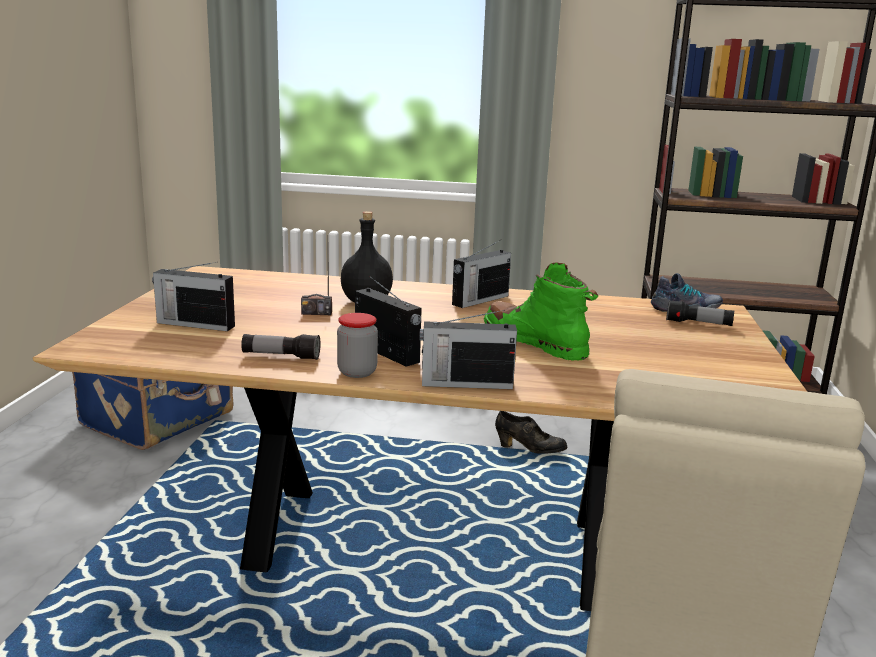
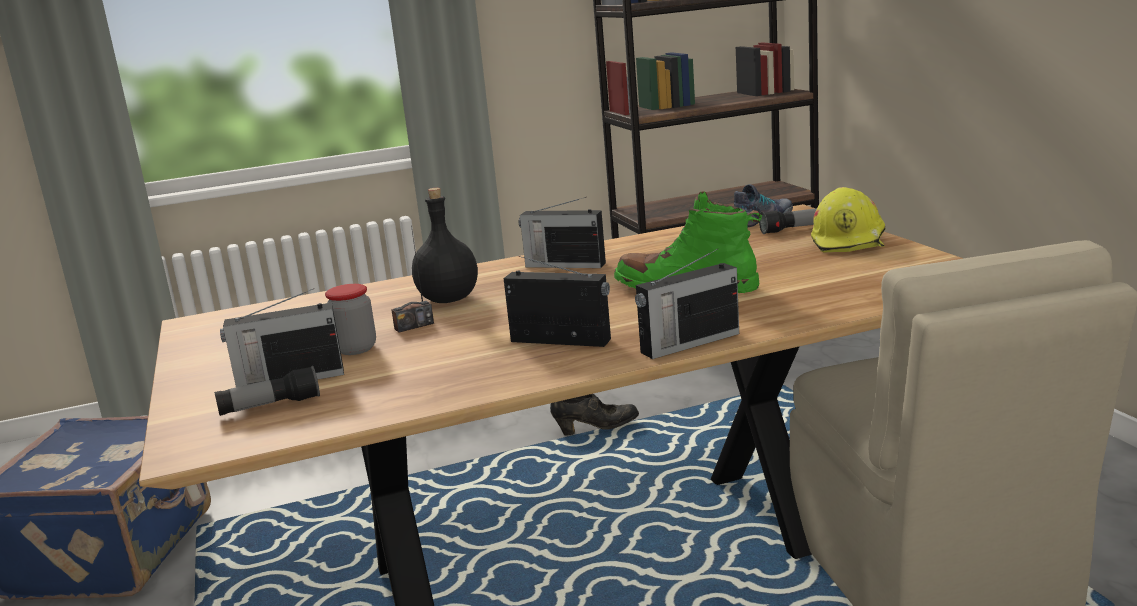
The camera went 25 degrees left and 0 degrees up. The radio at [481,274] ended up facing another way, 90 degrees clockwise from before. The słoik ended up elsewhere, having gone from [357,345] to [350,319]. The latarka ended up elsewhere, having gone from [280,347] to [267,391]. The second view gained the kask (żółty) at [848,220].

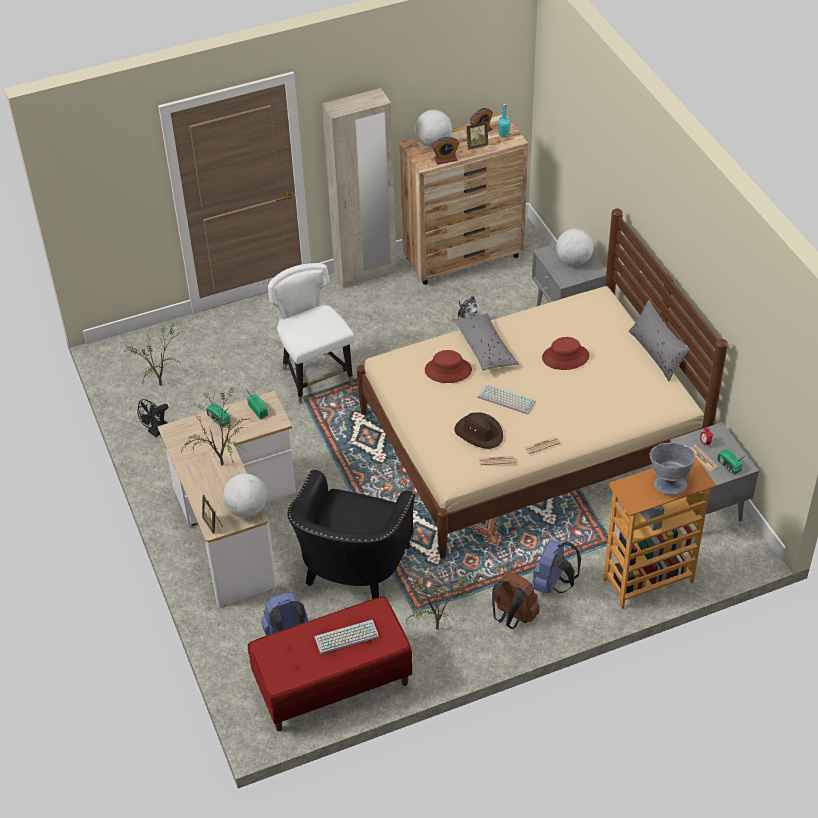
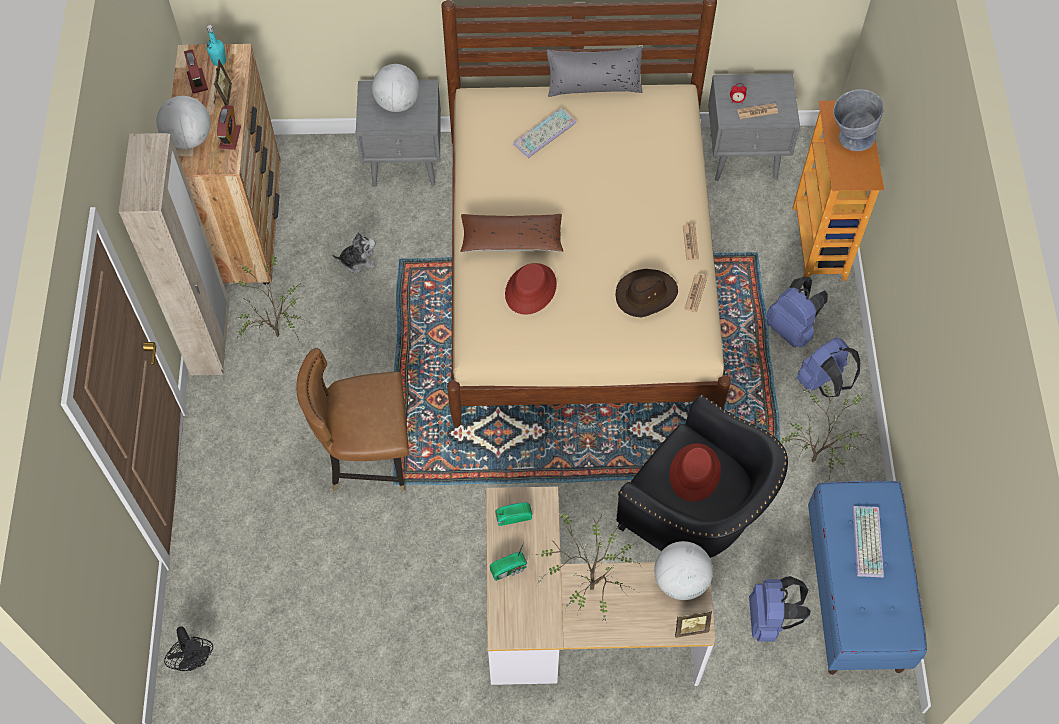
The camera went 70 degrees left and 15 degrees up. What was the krzesło (biały) at [311,333] turned into the krzesło (brązowy) at [353,419]. What was the poduszka (szary) at [485,342] turned into the poduszka (brązowy) at [511,233]. The roślina doniczkowa ended up elsewhere, having gone from [153,354] to [268,299]. The kapelusz (czerwony) ended up elsewhere, having gone from [565,353] to [695,472]. The klawiatura ended up elsewhere, having gone from [506,399] to [544,133]. The wentylator (czarny) ended up elsewhere, having gone from [152,418] to [188,648]. The second view lost the radio at [731,462]. What was the plecak (brązowy) at [515,601] turned into the plecak (niebieski) at [828,367]. What was the ławka (czerwony) at [330,663] turned into the ławka (niebieski) at [867,578].

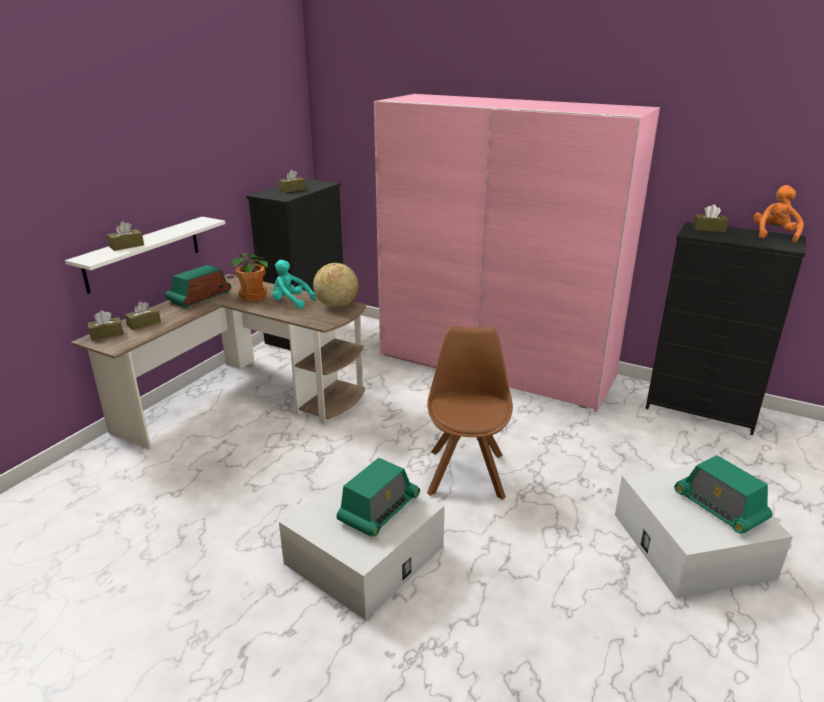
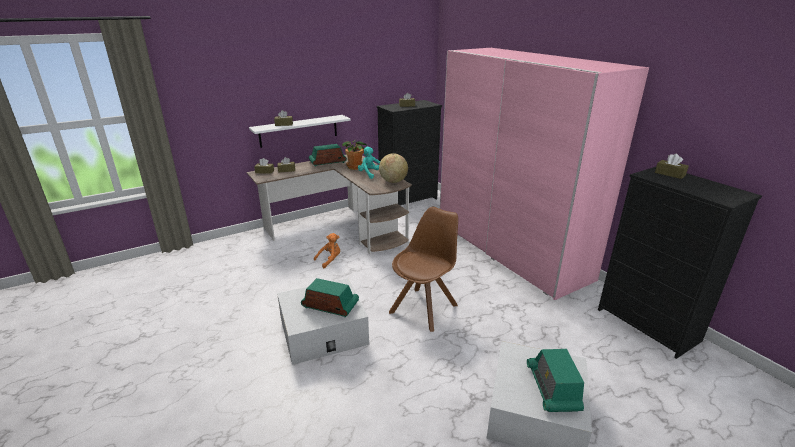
The camera went 30 degrees right and 0 degrees up. The pluszak (pomarańczowy) ended up elsewhere, having gone from [779,214] to [327,250]. The radio at [378,497] ended up facing another way, 135 degrees counterclockwise from before.

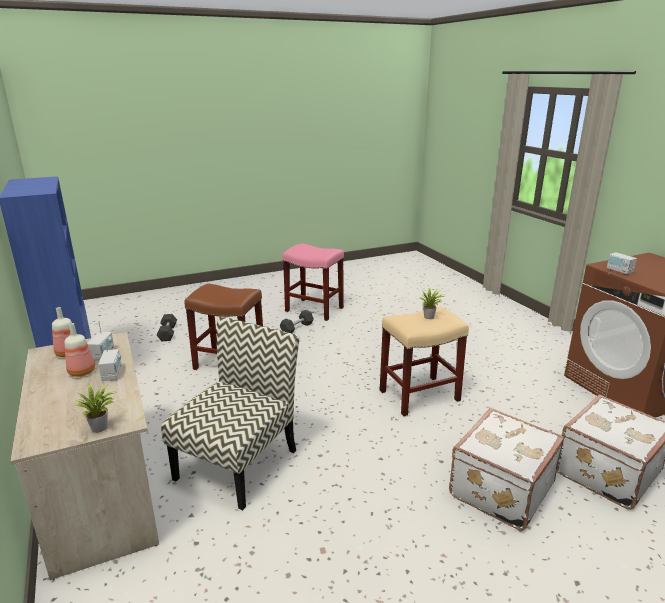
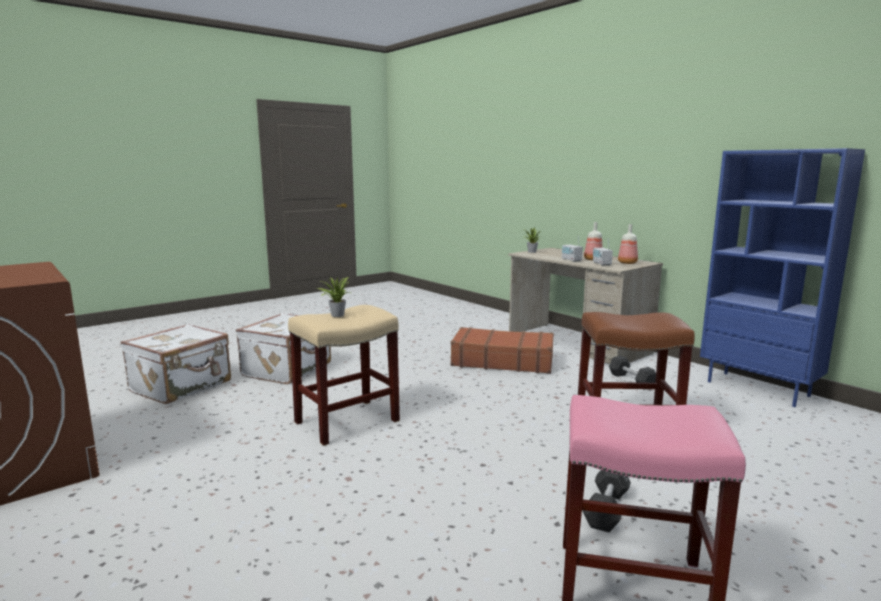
The camera went 165 degrees right and 10 degrees down. The second view lost the radio at [622,260]. The hantel (czarny) ended up elsewhere, having gone from [167,327] to [632,373]. Where the krzesło stood at [230,413], the walizka (brązowy) came to stand at [502,350].

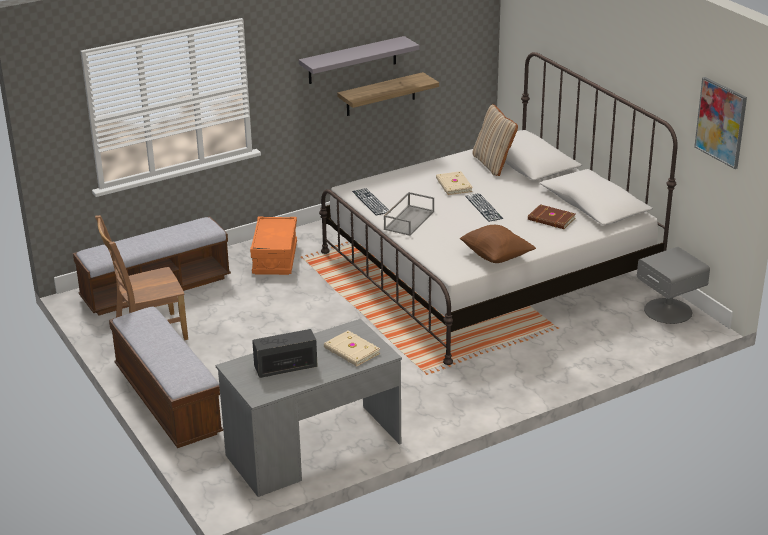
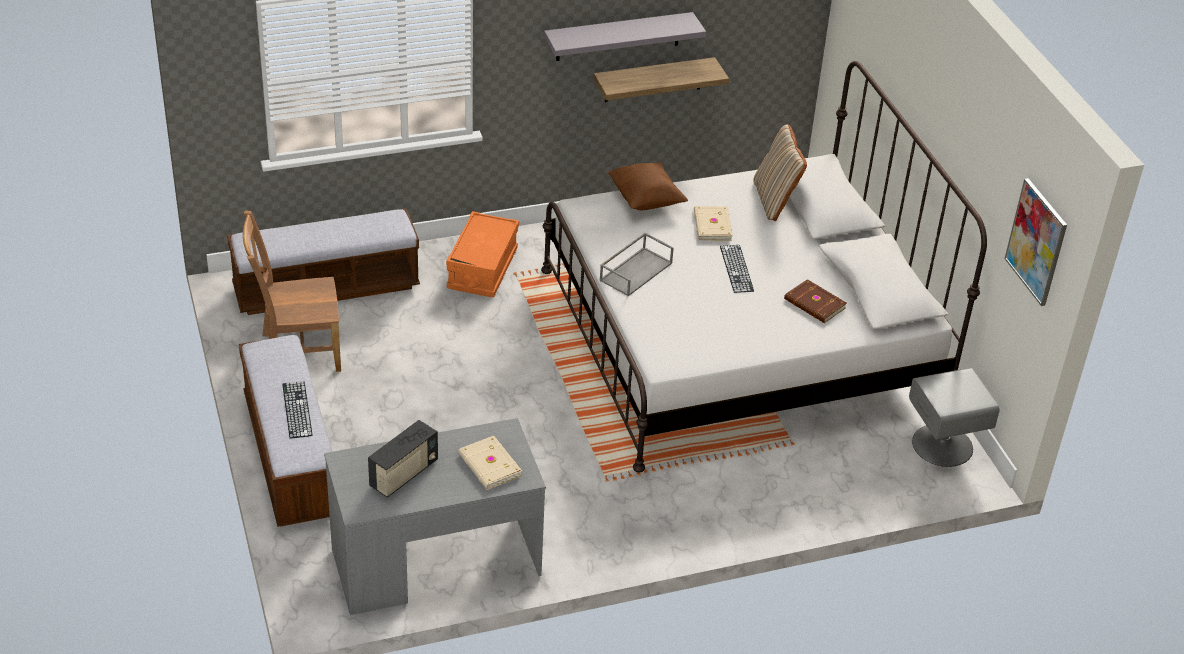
The camera went 10 degrees right and 10 degrees up. The klawiatura ended up elsewhere, having gone from [370,202] to [297,410]. The poduszka (brązowy) ended up elsewhere, having gone from [497,244] to [648,186]. The radio at [285,353] ended up facing another way, 135 degrees clockwise from before.

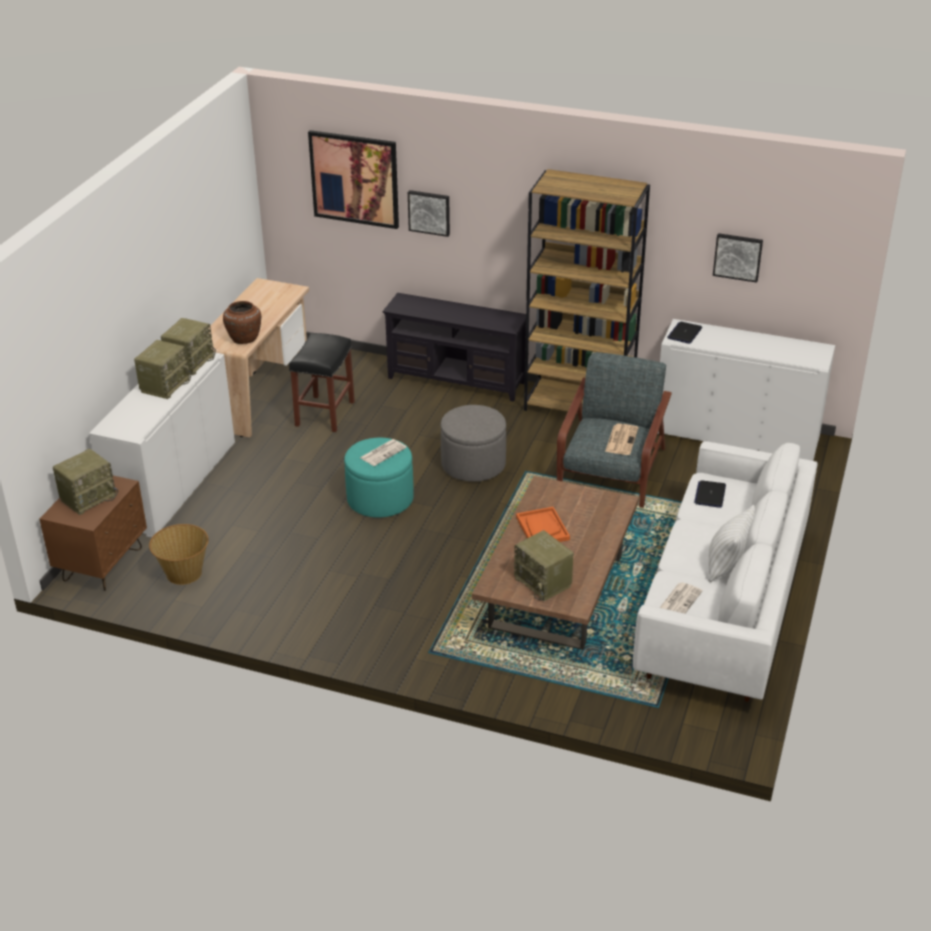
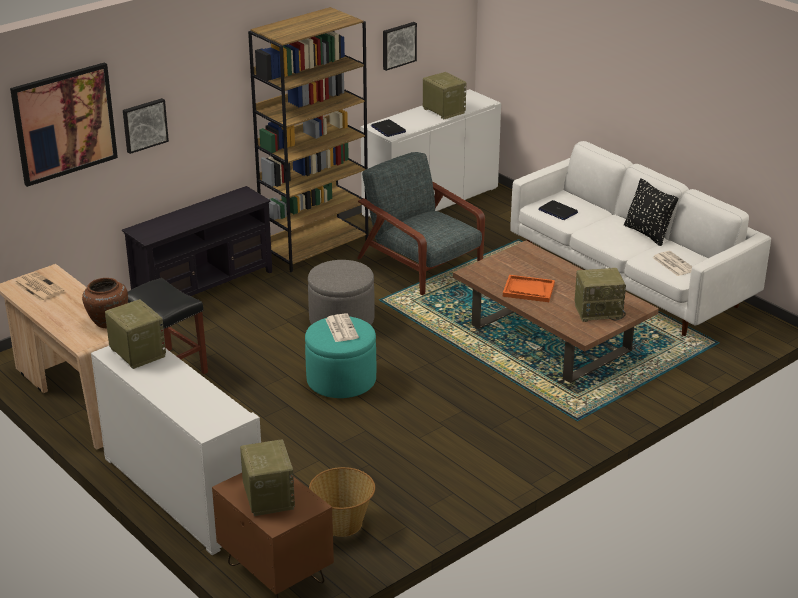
The camera went 60 degrees left and 5 degrees down. The radio ended up elsewhere, having gone from [163,369] to [444,95]. The gazeta ended up elsewhere, having gone from [622,439] to [39,287]. What was the poduszka (biały) at [731,543] turned into the poduszka (czarny) at [651,212].

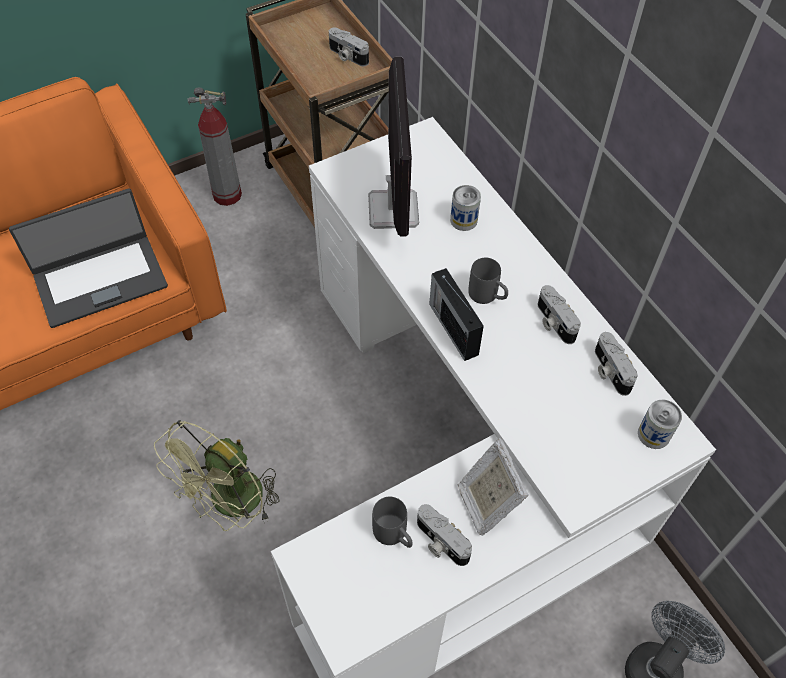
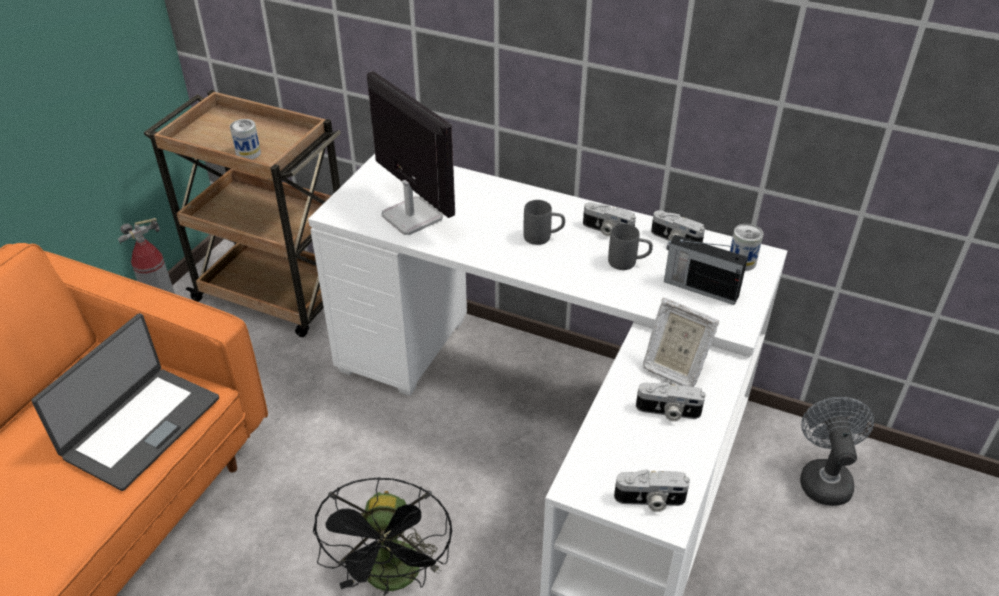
The camera went 35 degrees left and 15 degrees down. The aparat fotograficzny ended up elsewhere, having gone from [349,47] to [652,490]. The puszka ended up elsewhere, having gone from [465,208] to [245,139]. The radio ended up elsewhere, having gone from [456,314] to [706,270]. What was the wentylator (zielony) at [217,475] turned into the wentylator (czarny) at [382,536]. The kubek (szary) ended up elsewhere, having gone from [392,522] to [630,247].

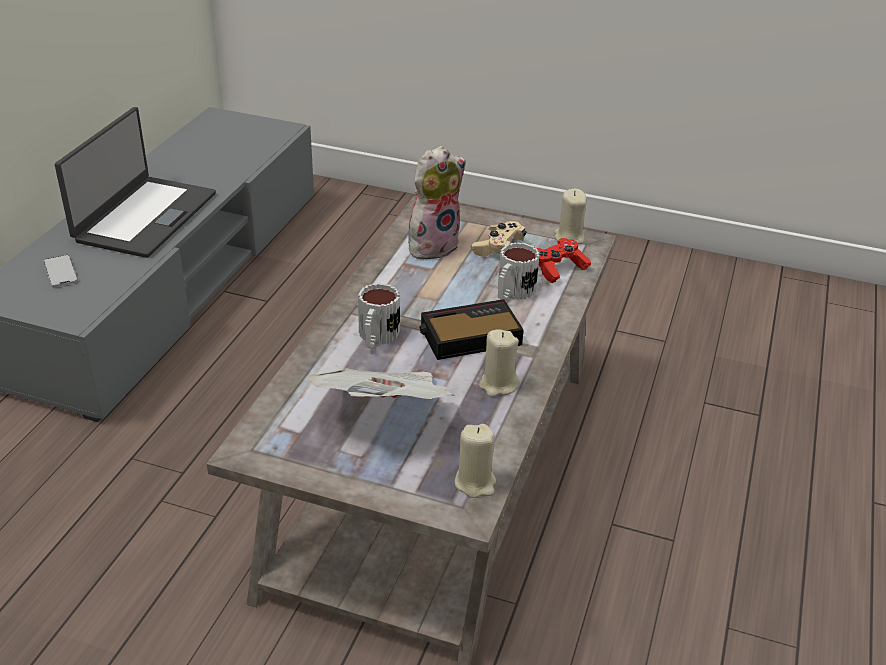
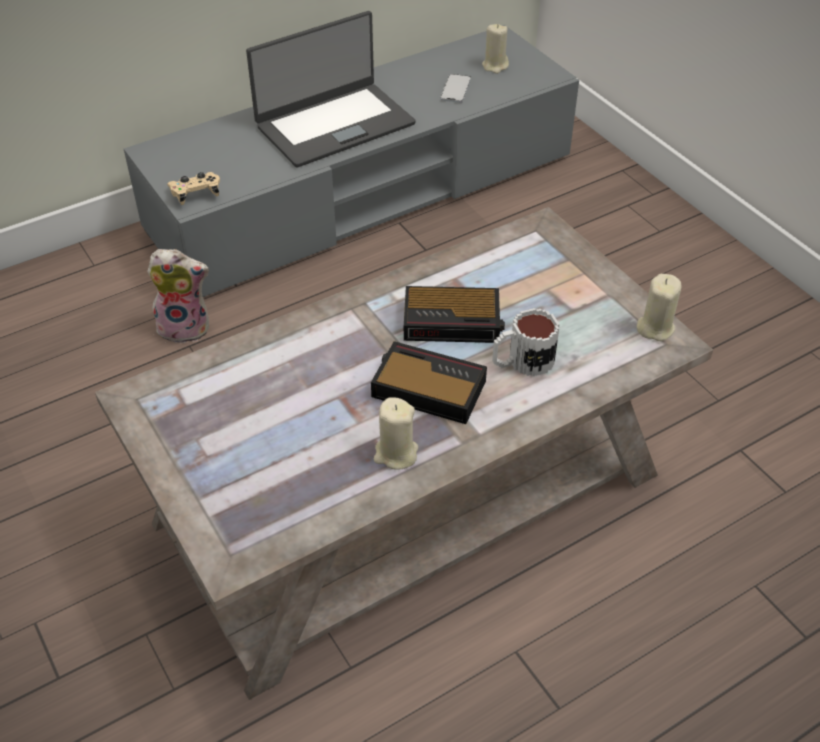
The camera went 40 degrees right and 10 degrees up. The pluszak ended up elsewhere, having gone from [437,203] to [178,296]. The pad do gier (beżowy) ended up elsewhere, having gone from [499,239] to [193,188]. The second view lost the pad do gier (czerwony) at [563,260]. The telefon ended up elsewhere, having gone from [60,271] to [455,88]. The second view lost the kubek at [379,316]. The second view lost the gazeta at [381,384]. The świeca (beżowy) ended up elsewhere, having gone from [475,461] to [495,49]. The second view gained the budzik at [454,314].

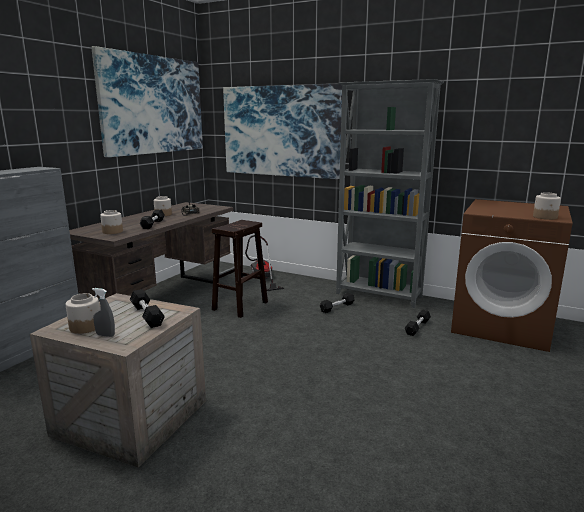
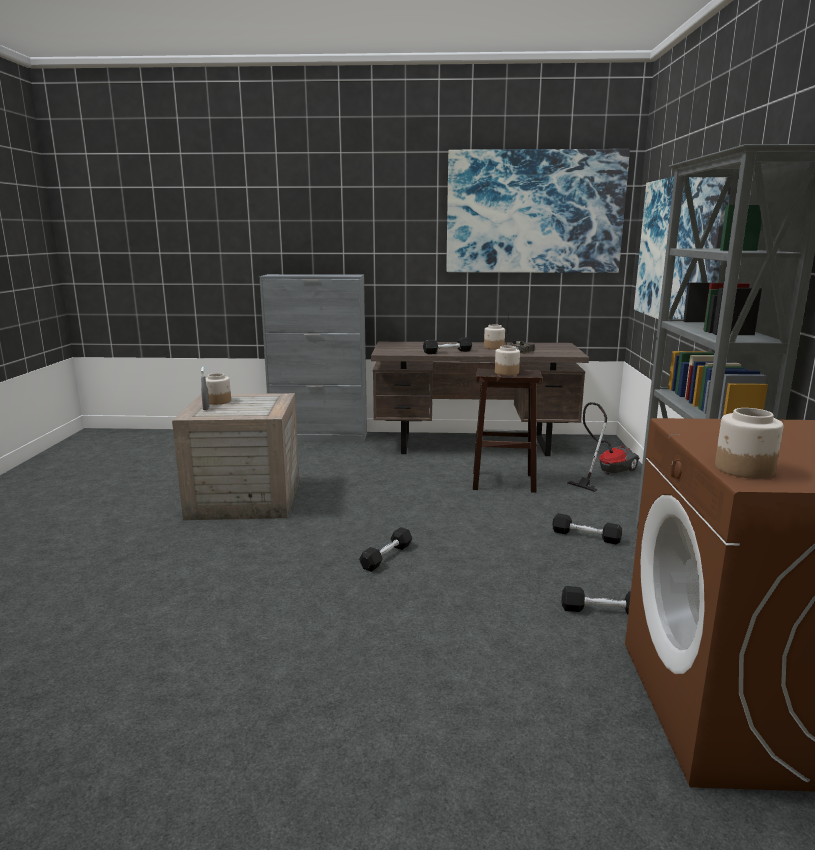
The camera went 65 degrees right and 0 degrees up. The słoik ended up elsewhere, having gone from [111,222] to [507,360]. The hantel (czarny) ended up elsewhere, having gone from [147,308] to [385,549].

